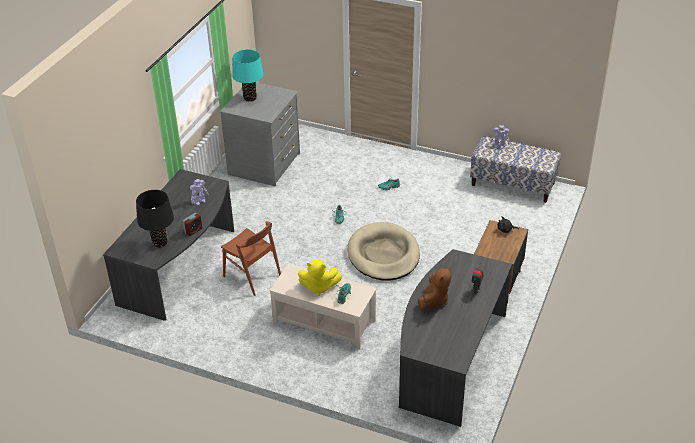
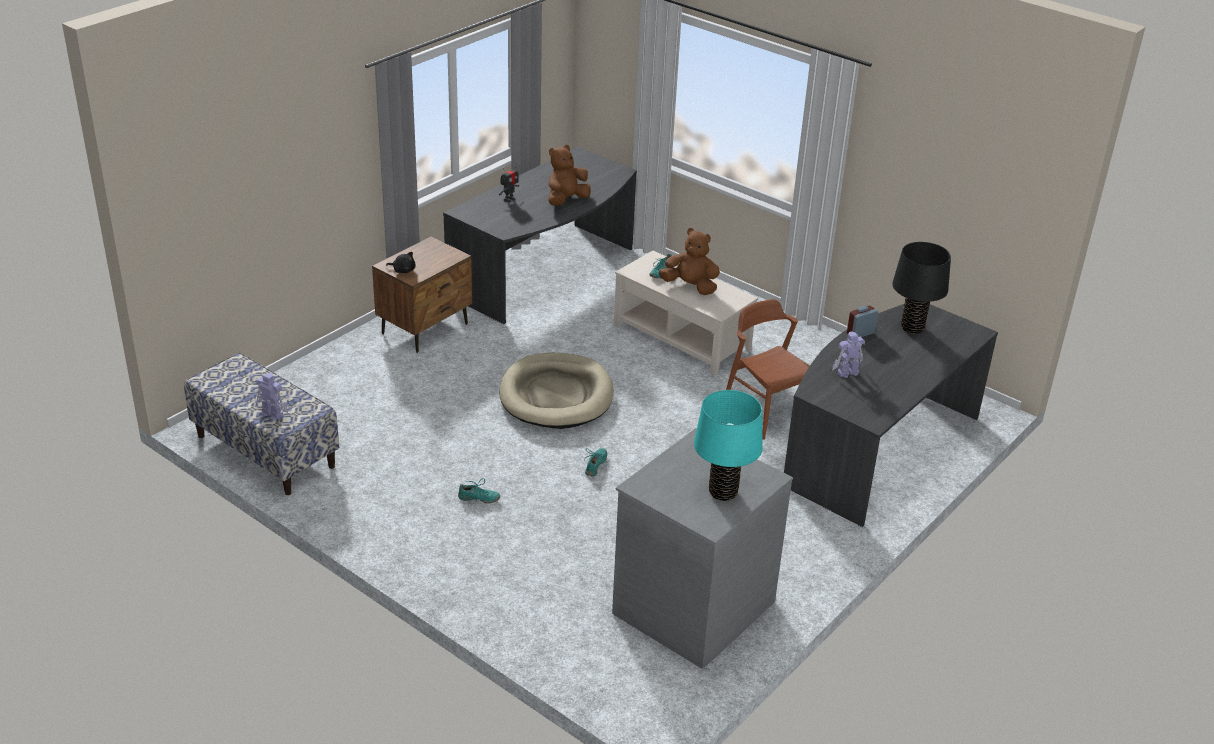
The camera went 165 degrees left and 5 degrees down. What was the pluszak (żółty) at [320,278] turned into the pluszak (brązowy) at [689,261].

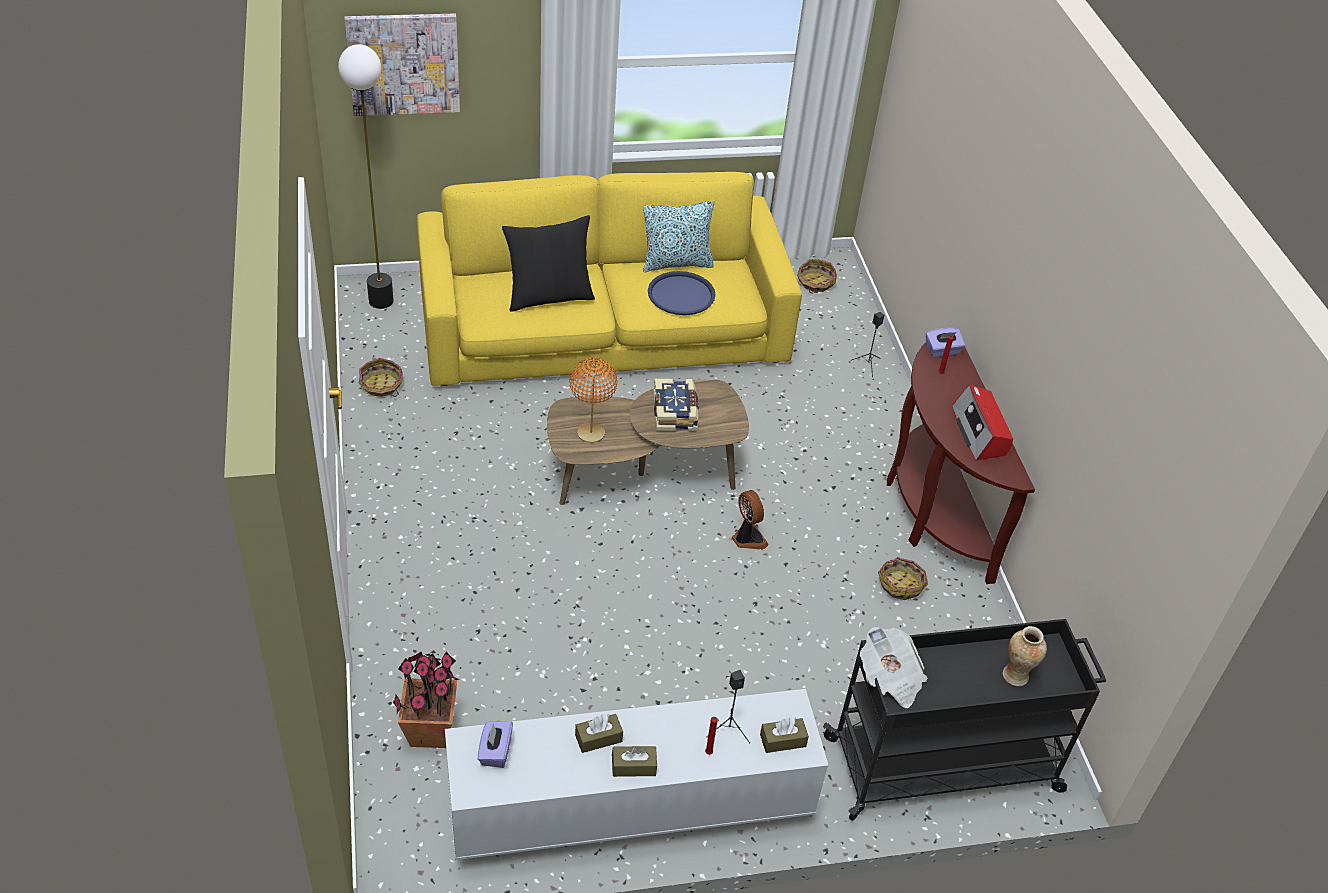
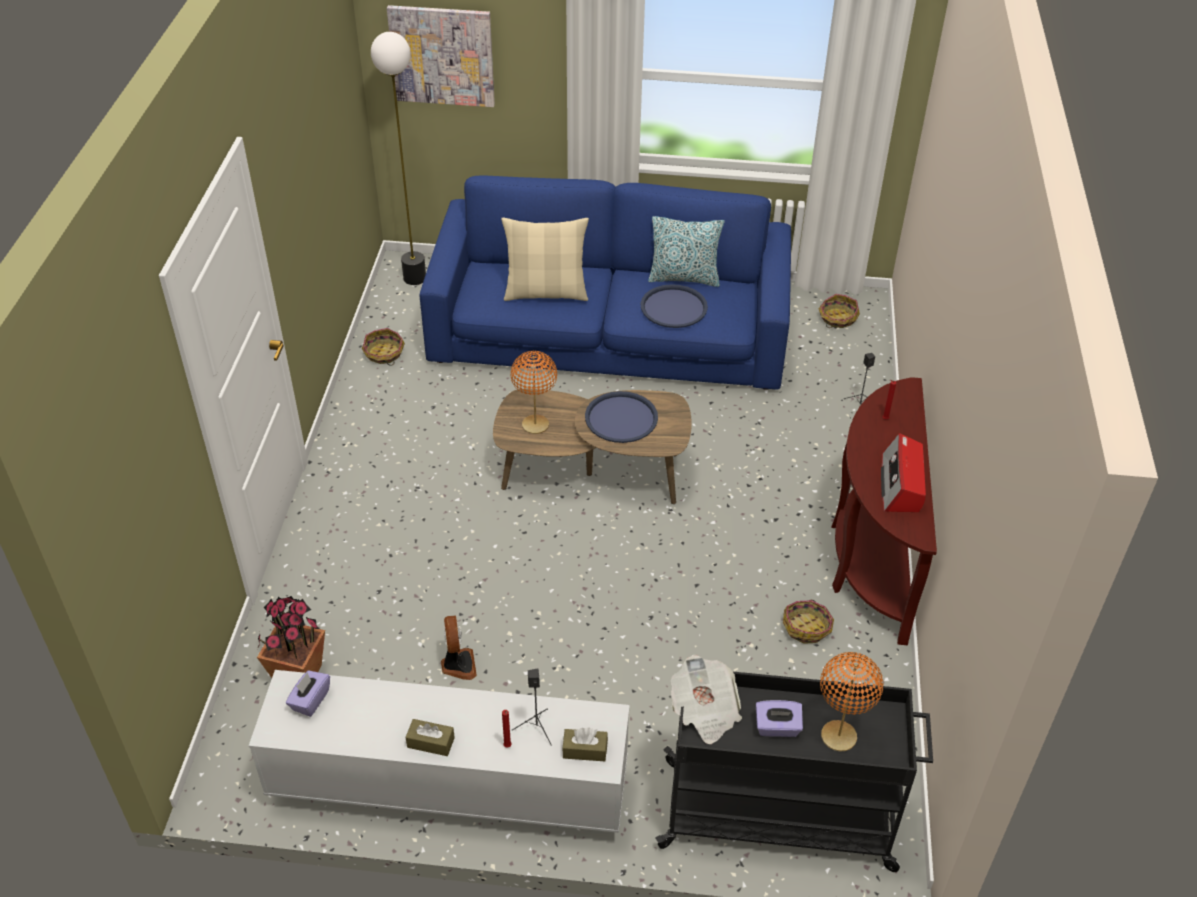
The camera went 20 degrees right and 0 degrees up. What was the kanapa (żółty) at [609,279] turned into the kanapa (niebieski) at [605,283]. What was the poduszka (czarny) at [548,263] turned into the poduszka (beżowy) at [545,259]. The pudełko chusteczek (fioletowy) ended up elsewhere, having gone from [945,343] to [779,718]. Where the książka stood at [676,405], the taca (niebieski) came to stand at [621,417]. The wentylator ended up elsewhere, having gone from [750,519] to [459,648]. Where the wazon stood at [1025,656], the lampa stołowa (pomarańczowy) came to stand at [851,701]. The second view lost the pudełko chusteczek (brązowy) at [599,733].

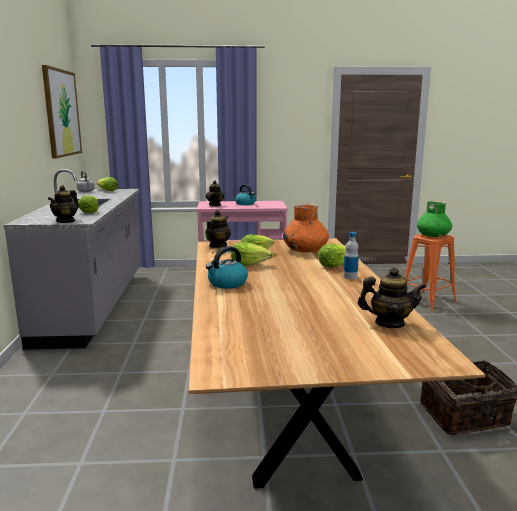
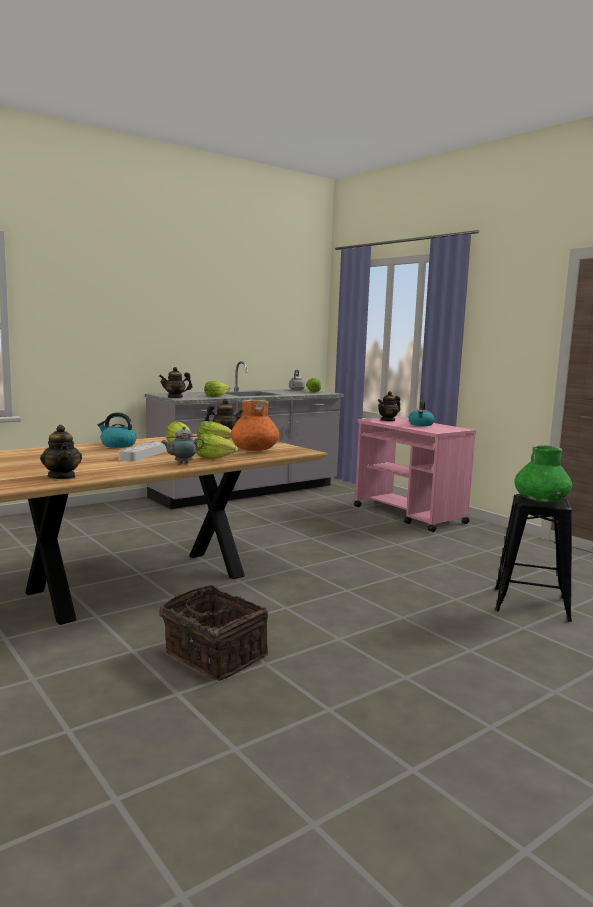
The camera went 55 degrees right and 5 degrees down. The second view lost the obraz at [62,112]. Where the butelka stood at [351,255], the imbryk came to stand at [182,445]. What was the stołek (pomarańczowy) at [431,272] turned into the stołek (czarny) at [533,558]. The second view gained the taca (szary) at [142,451].

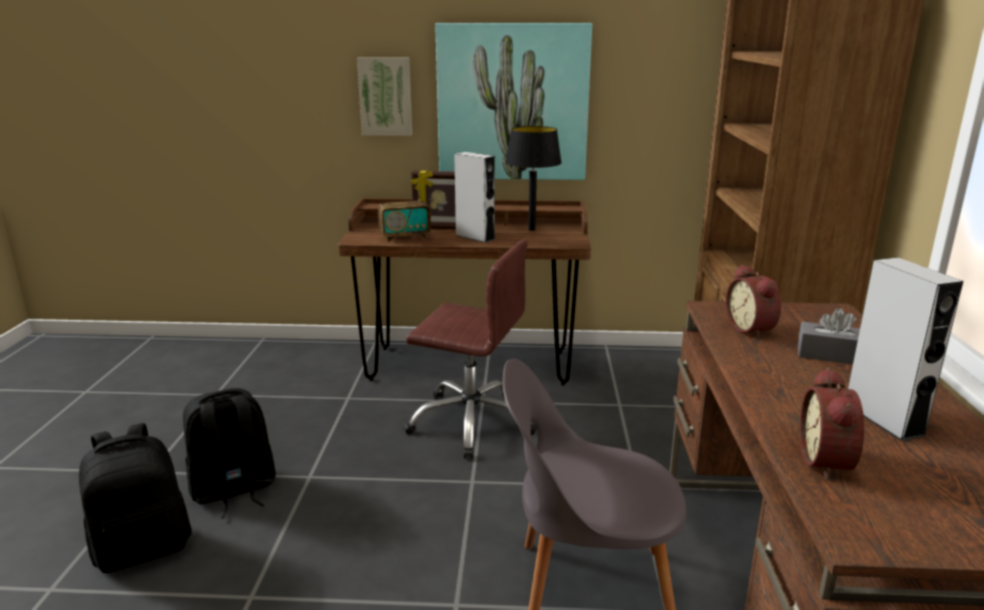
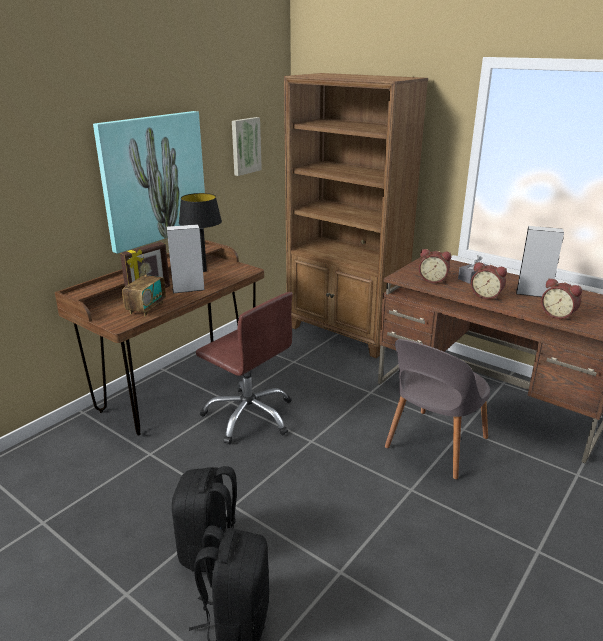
The camera went 55 degrees left and 5 degrees up. The obraz ended up elsewhere, having gone from [384,96] to [247,146]. The krzesło biurowe (brązowy) at [470,349] ended up facing another way, 75 degrees clockwise from before. The second view gained the budzik at [489,281].

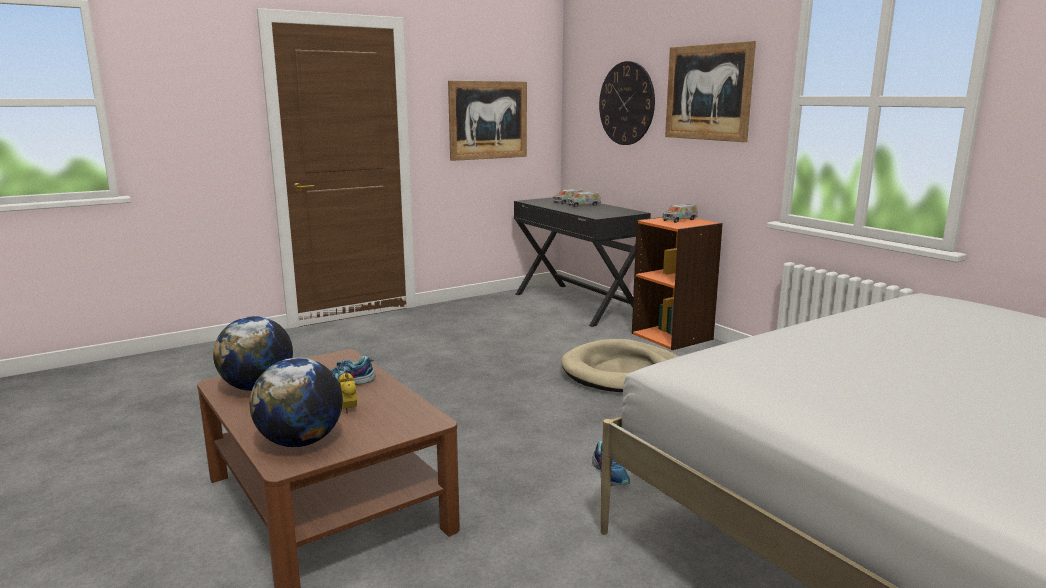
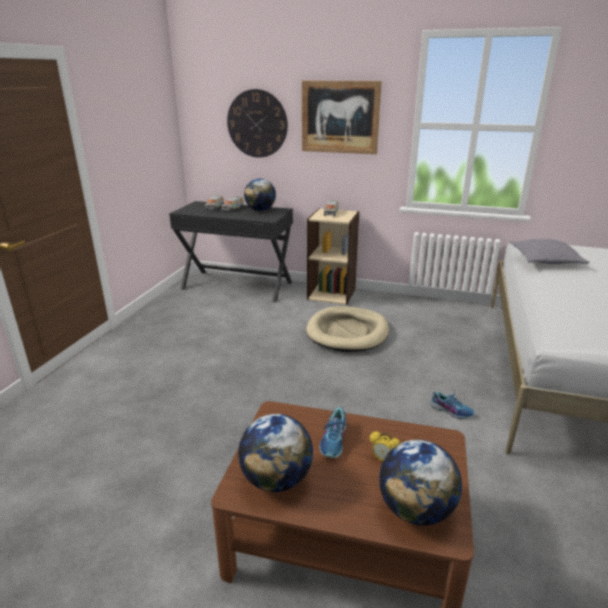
The camera went 40 degrees left and 10 degrees up. The second view lost the obraz at [487,121]. What was the regał (pomarańczowy) at [677,283] turned into the regał (beżowy) at [333,256]. The second view gained the globus at [260,195]. The second view gained the poduszka (szary) at [550,251].

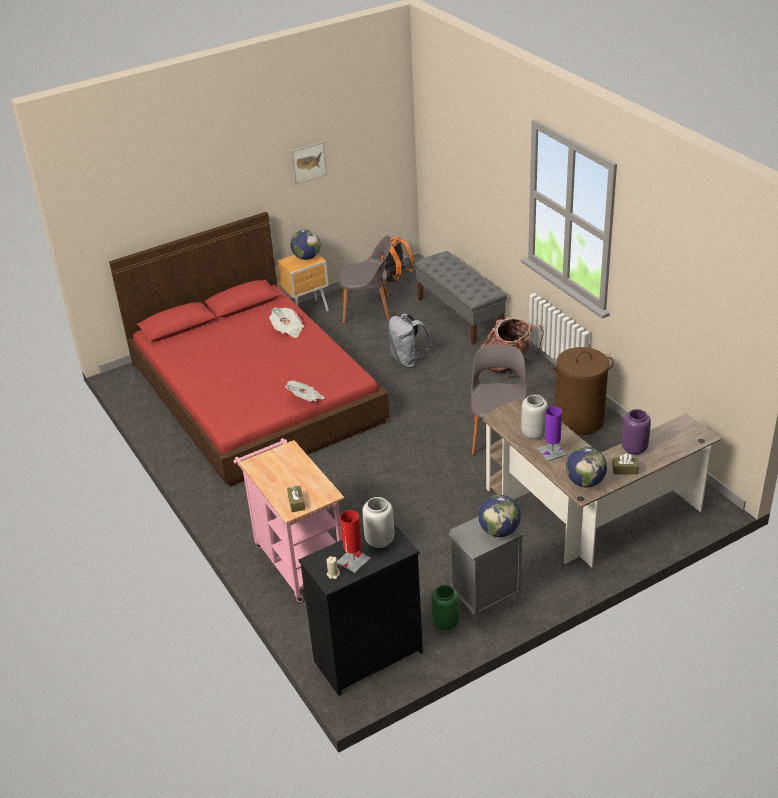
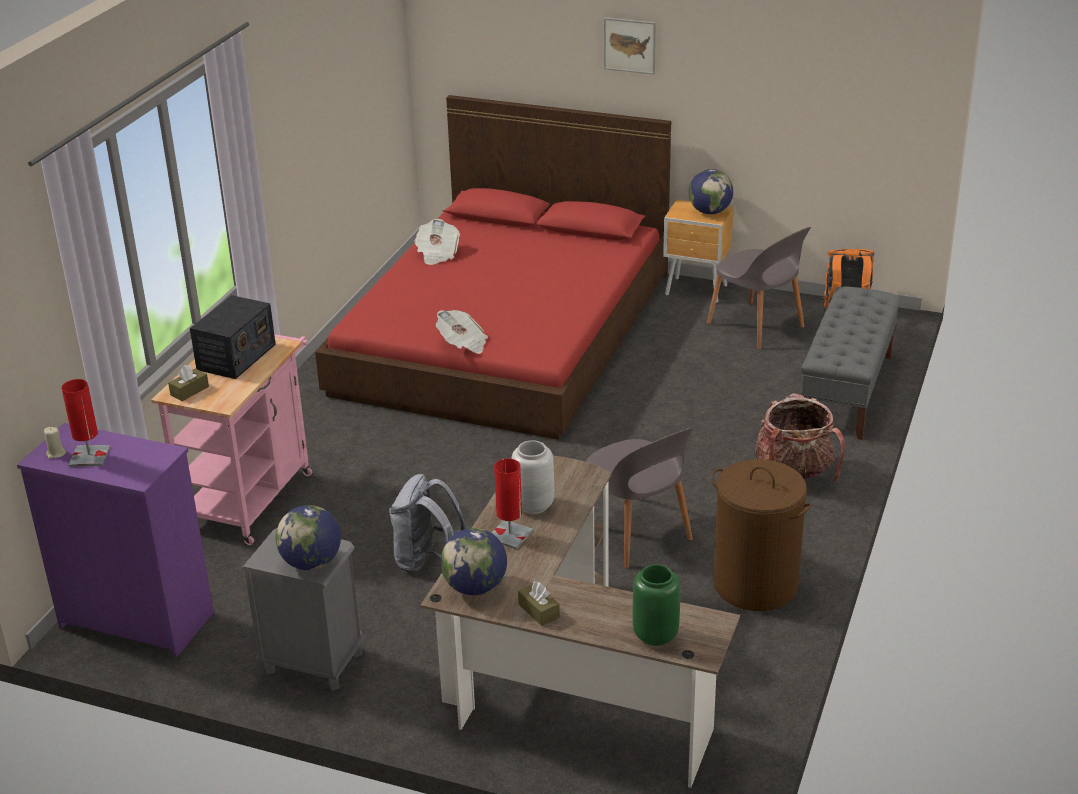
The camera went 50 degrees right and 5 degrees down. The obraz ended up elsewhere, having gone from [309,163] to [630,46]. The gazeta ended up elsewhere, having gone from [286,322] to [437,242]. The plecak (szary) ended up elsewhere, having gone from [410,341] to [428,523]. The krzesło (szary) at [498,399] ended up facing another way, 90 degrees clockwise from before. What was the lampa stołowa (fioletowy) at [552,433] turned into the lampa stołowa (czerwony) at [512,504]. The second view lost the wazon (fioletowy) at [636,432]. The second view lost the wazon (szary) at [378,522]. What was the komoda (czarny) at [361,610] turned into the komoda (fioletowy) at [115,540]. The wazon (zielony) ended up elsewhere, having gone from [445,608] to [656,605]. The second view gained the radio at [233,337].

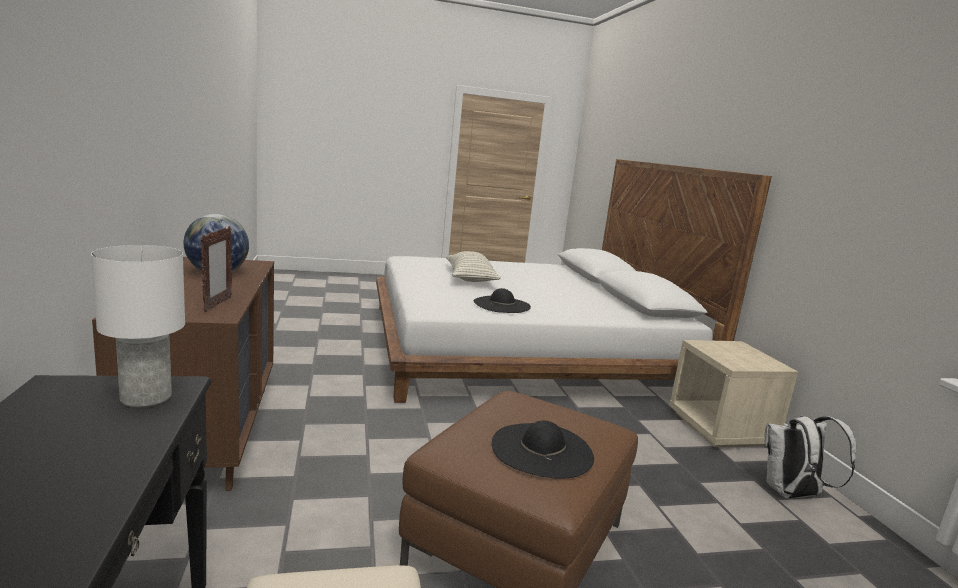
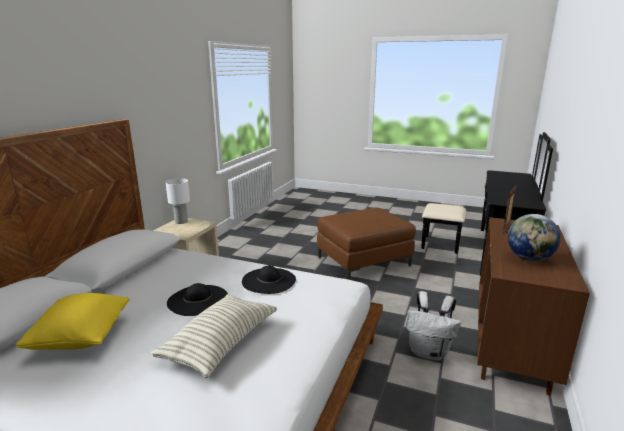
The camera went 145 degrees left and 5 degrees up. The lampa stołowa (biały) ended up elsewhere, having gone from [138,326] to [178,201]. The plecak (biały) ended up elsewhere, having gone from [810,457] to [433,326]. The kapelusz (czarny) ended up elsewhere, having gone from [543,449] to [197,299]. The second view gained the poduszka (żółty) at [73,321].

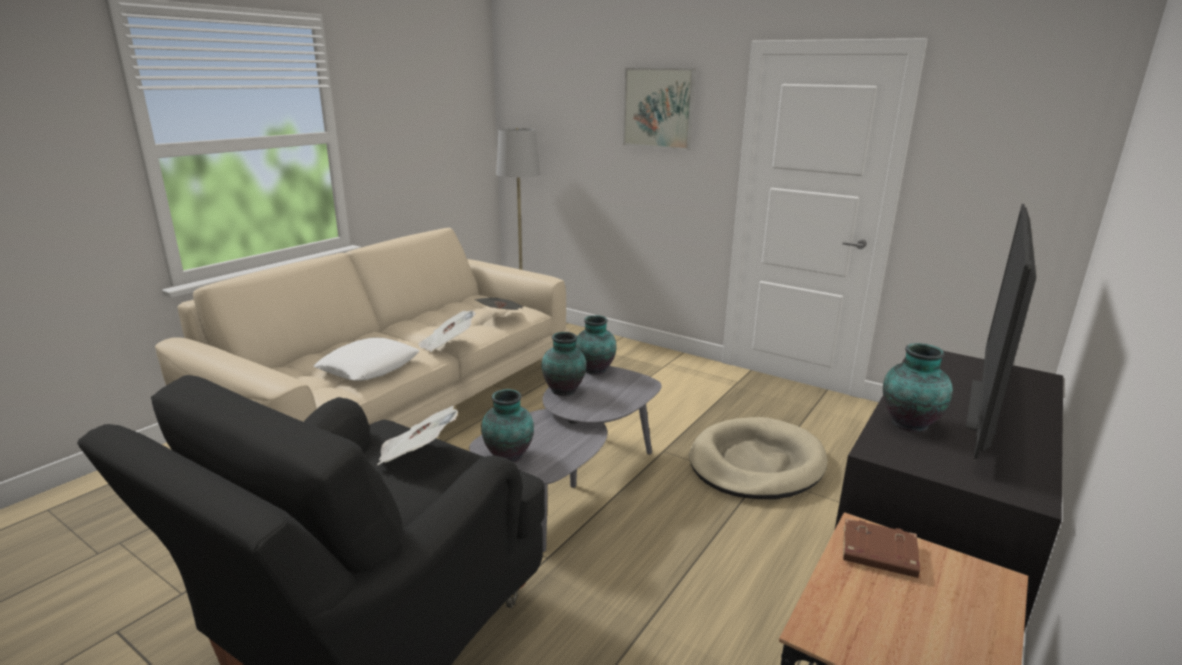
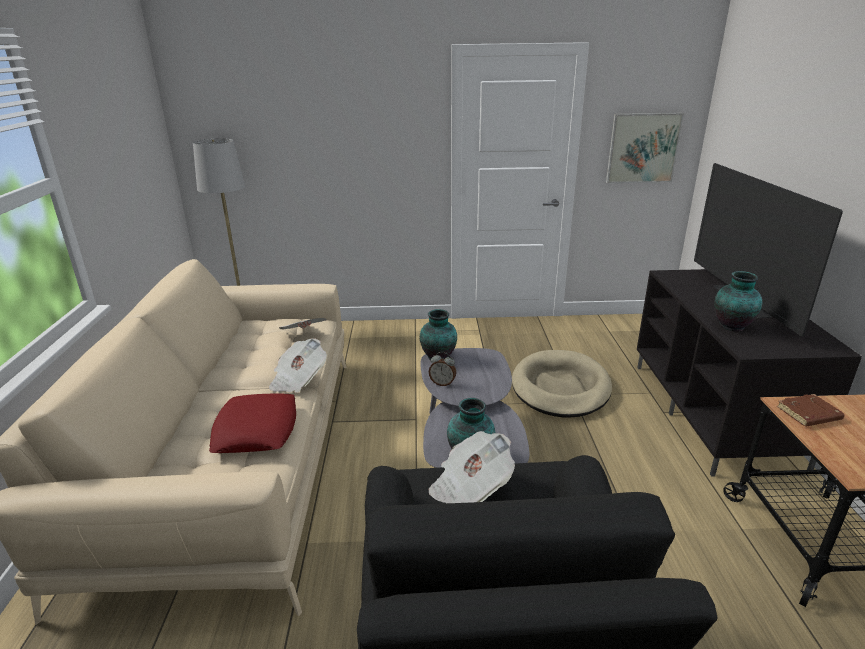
The camera went 35 degrees left and 5 degrees up. The obraz ended up elsewhere, having gone from [659,109] to [645,148]. Where the wazon stood at [564,364], the budzik came to stand at [442,369]. What was the poduszka (biały) at [367,359] turned into the poduszka (czerwony) at [252,423].

